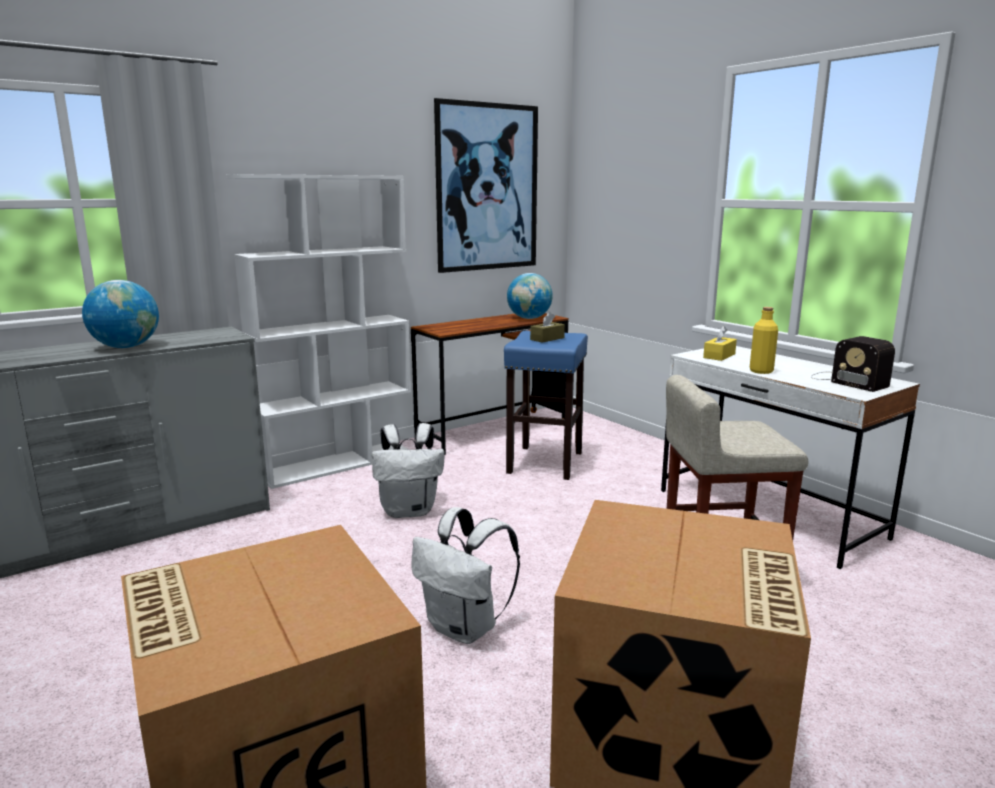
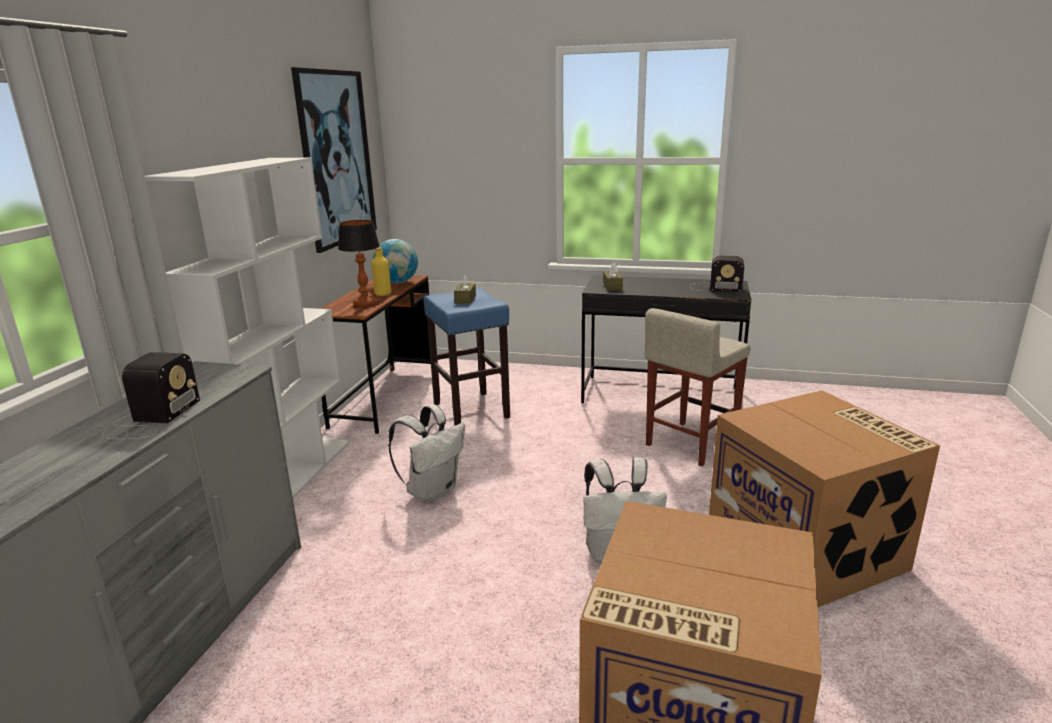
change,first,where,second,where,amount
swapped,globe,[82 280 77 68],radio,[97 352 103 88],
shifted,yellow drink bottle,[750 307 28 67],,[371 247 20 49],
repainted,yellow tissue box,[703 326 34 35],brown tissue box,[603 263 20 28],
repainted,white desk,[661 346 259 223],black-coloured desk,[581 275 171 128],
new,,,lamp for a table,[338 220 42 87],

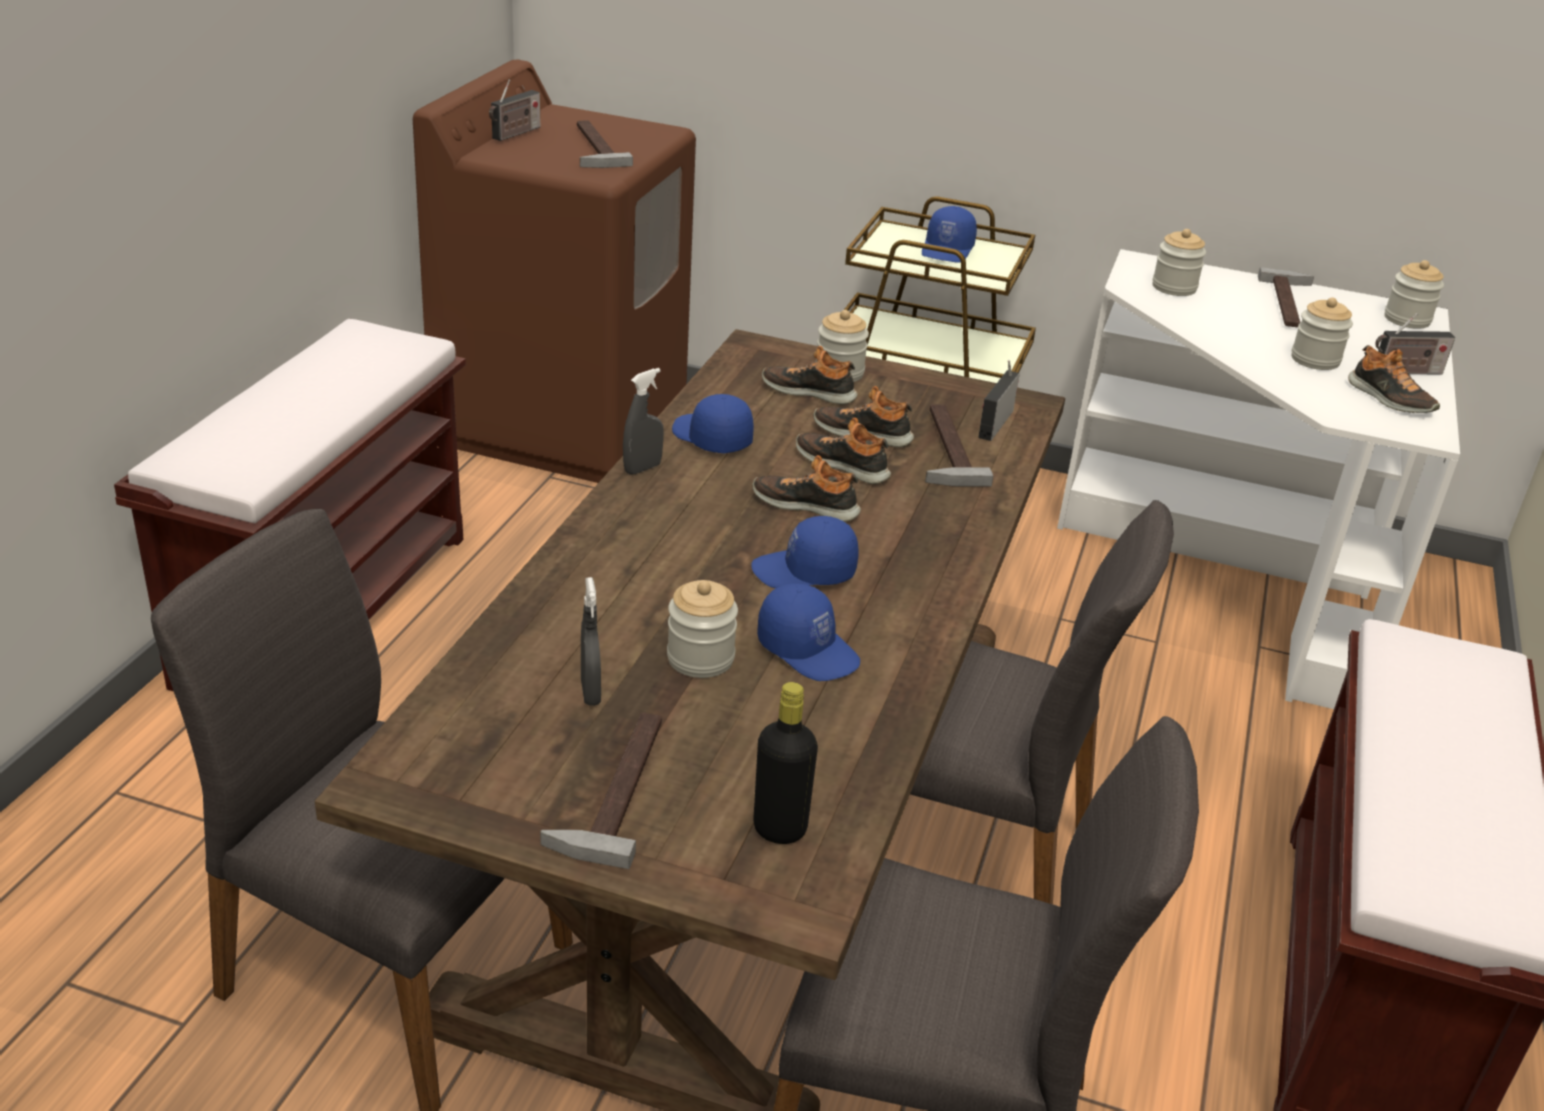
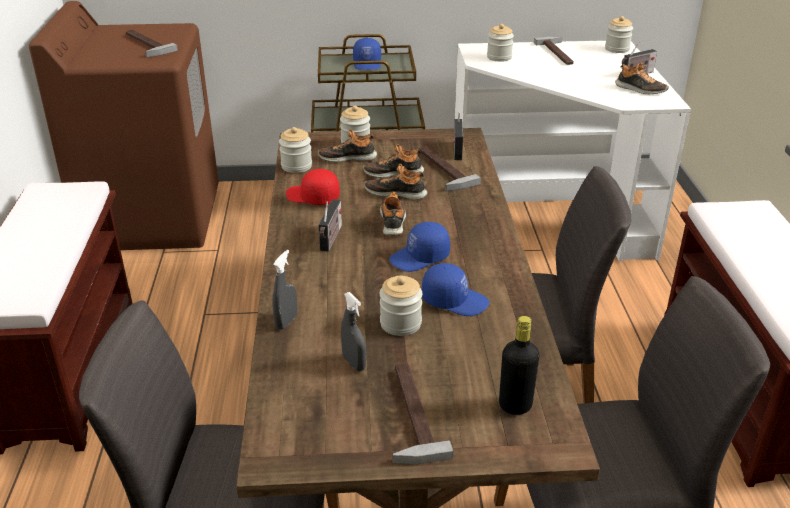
change,first,where,second,where,amount
shifted,radio,[489 79 51 62],,[318 199 24 53],
shifted,storage jar,[1291 298 62 72],,[279 127 33 46],
shifted,gray hand sprayer,[623 368 41 107],,[272 250 25 80],
repainted,bluish peaked cap,[672 394 82 60],red peaked cap,[286 169 54 36],
rotated,shoe,[753 455 108 67],,[380 192 26 44],90 degrees clockwise

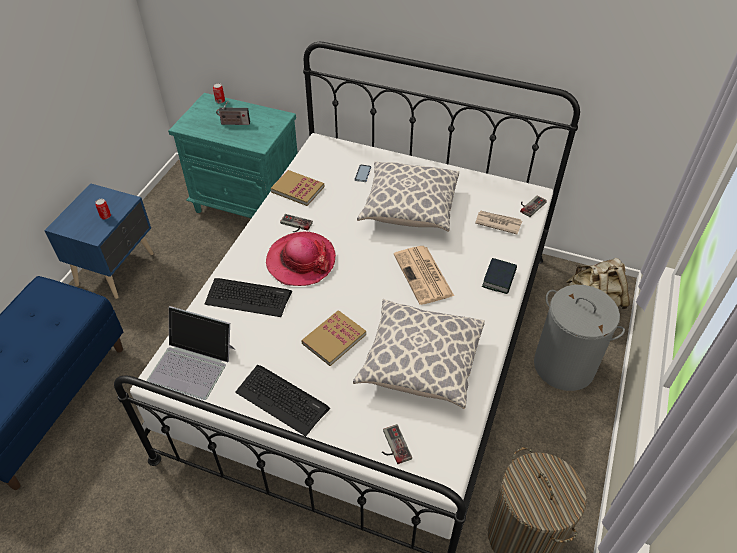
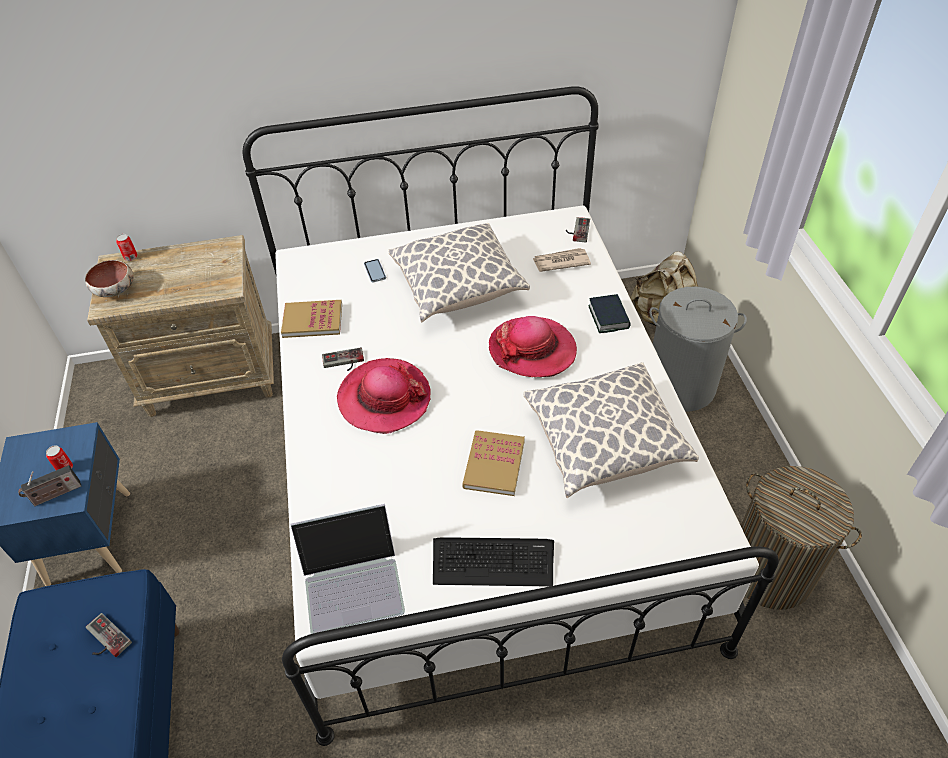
change,first,where,second,where,amount
repainted,turquoise-coloured night table,[168 93 130 125],beige-coloured night table,[87 235 187 182],
shifted,radio,[216 101 34 24],,[18 465 63 41],
swapped,daily paper,[394 246 60 59],hat,[489 316 88 61],
gone,PC keyboard,[205 278 87 39],,,
shifted,joypad,[382 424 30 40],,[86 613 46 44],
new,,,deep dish,[85 260 49 37],

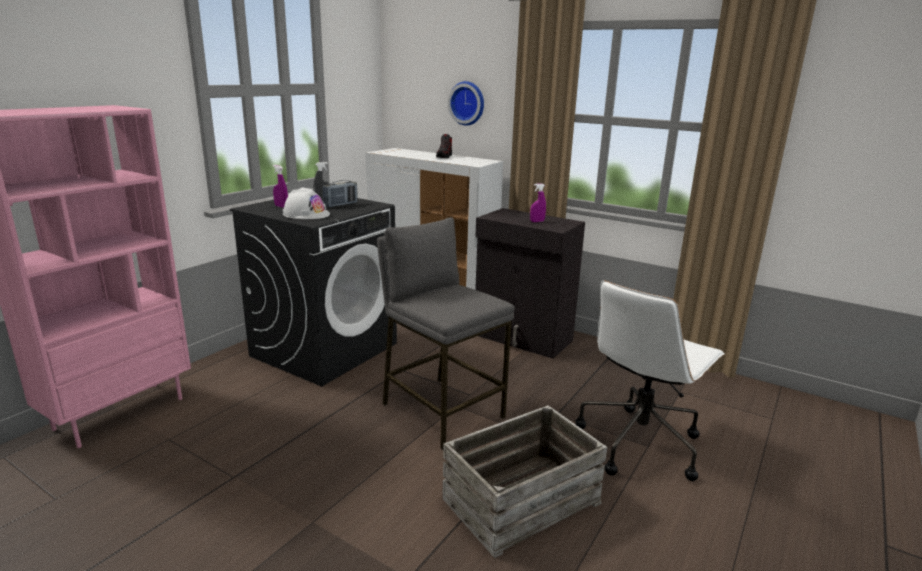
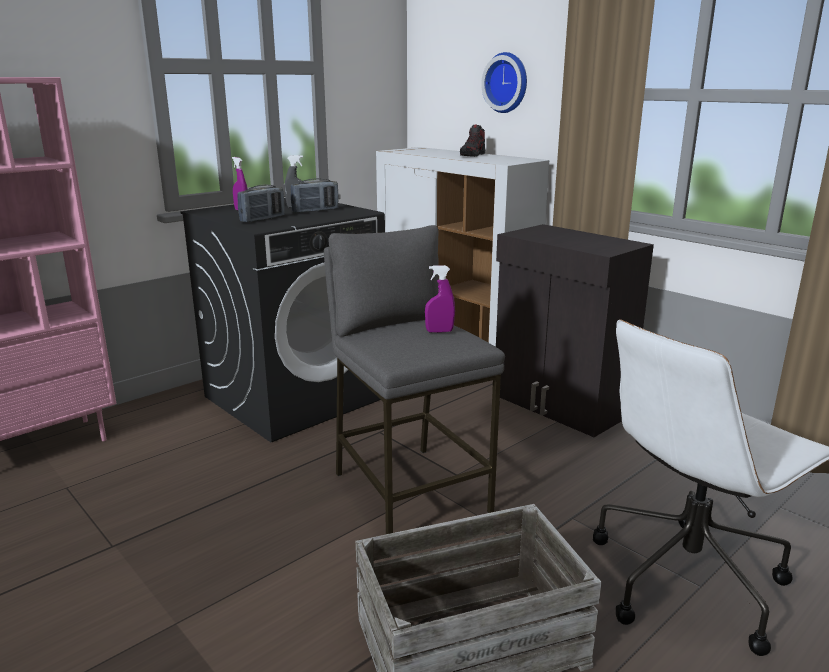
change,first,where,second,where,amount
shifted,purple hand sprayer,[530 183 16 39],,[425 265 30 68],
swapped,white safety helmet,[283 187 47 32],radio,[237 185 48 37],

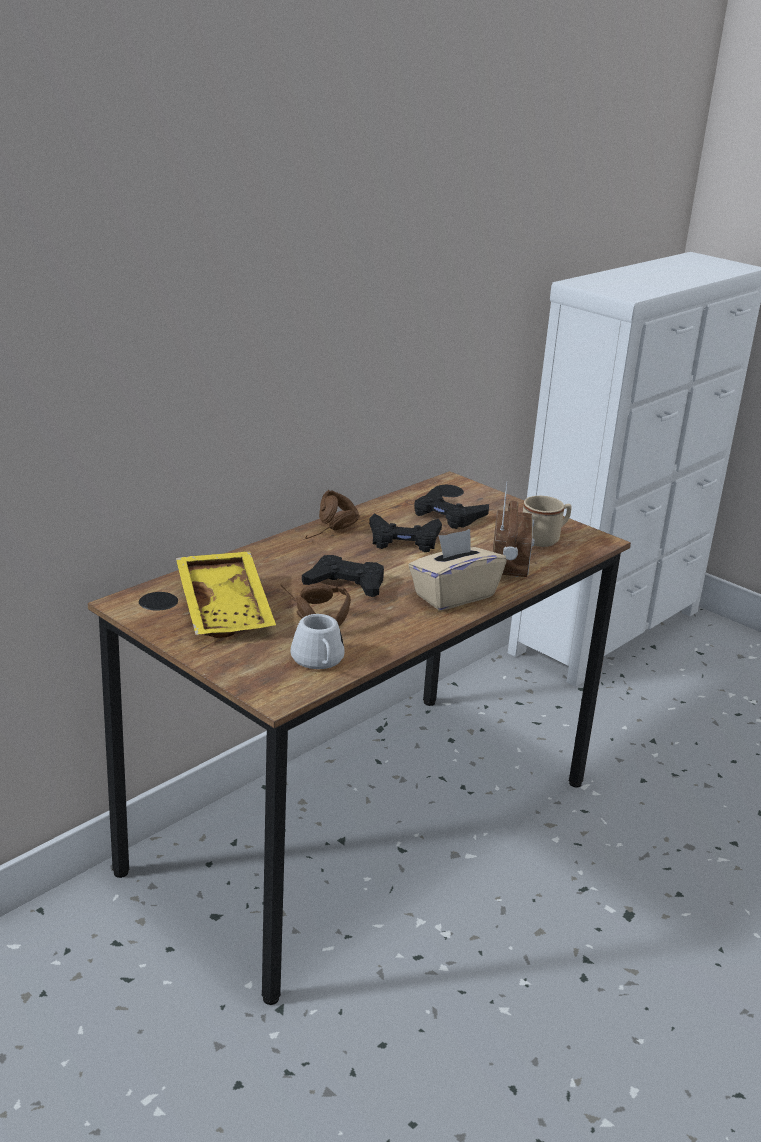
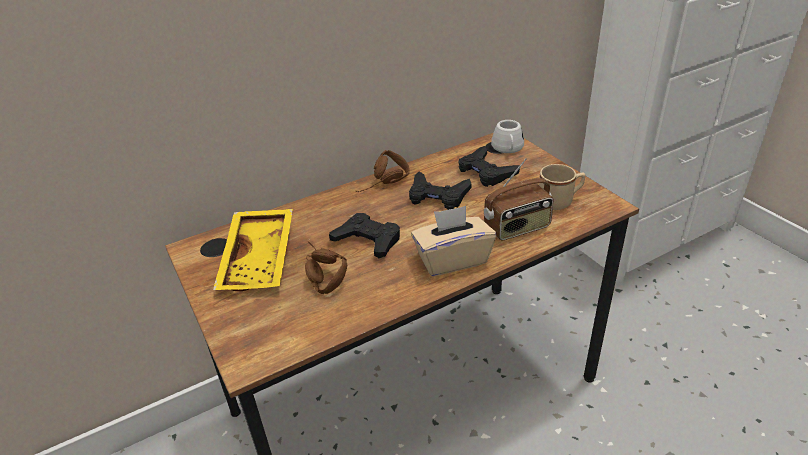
change,first,where,second,where,amount
rotated,radio,[493 482 41 95],,[484 158 70 83],45 degrees clockwise
shifted,white coffee mug,[290 614 54 55],,[491 120 33 33],

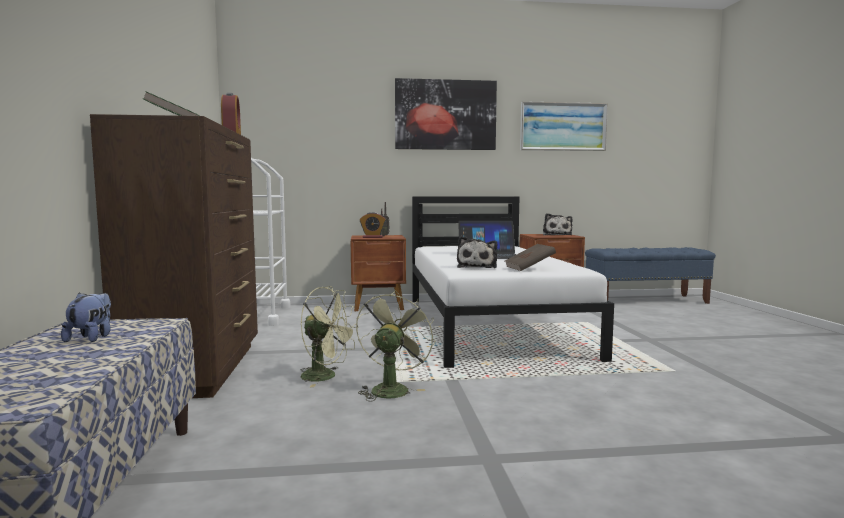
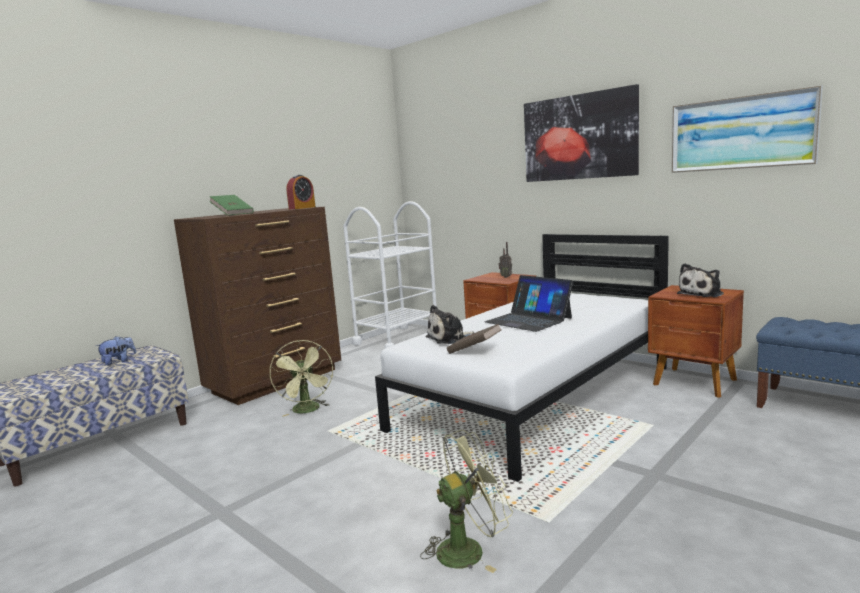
change,first,where,second,where,amount
gone,bedside clock,[360 212 26 26],,,
shifted,green fan,[356 290 79 112],,[420 430 93 143],

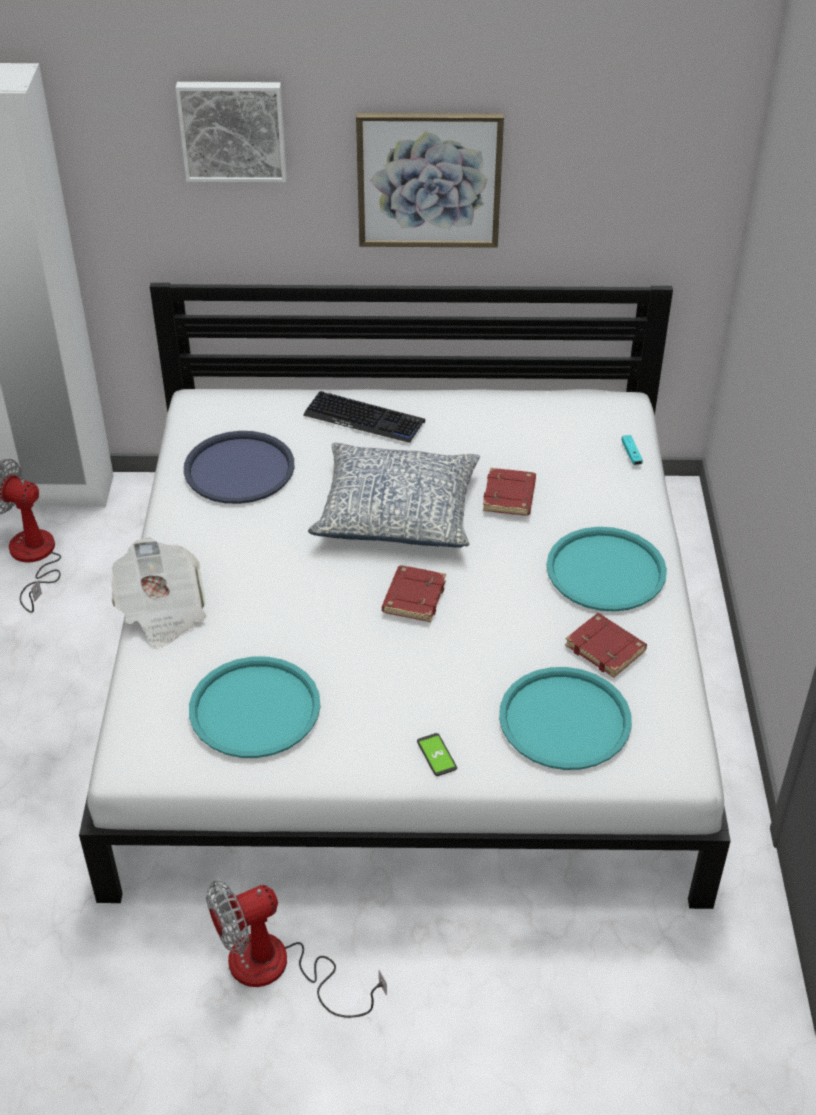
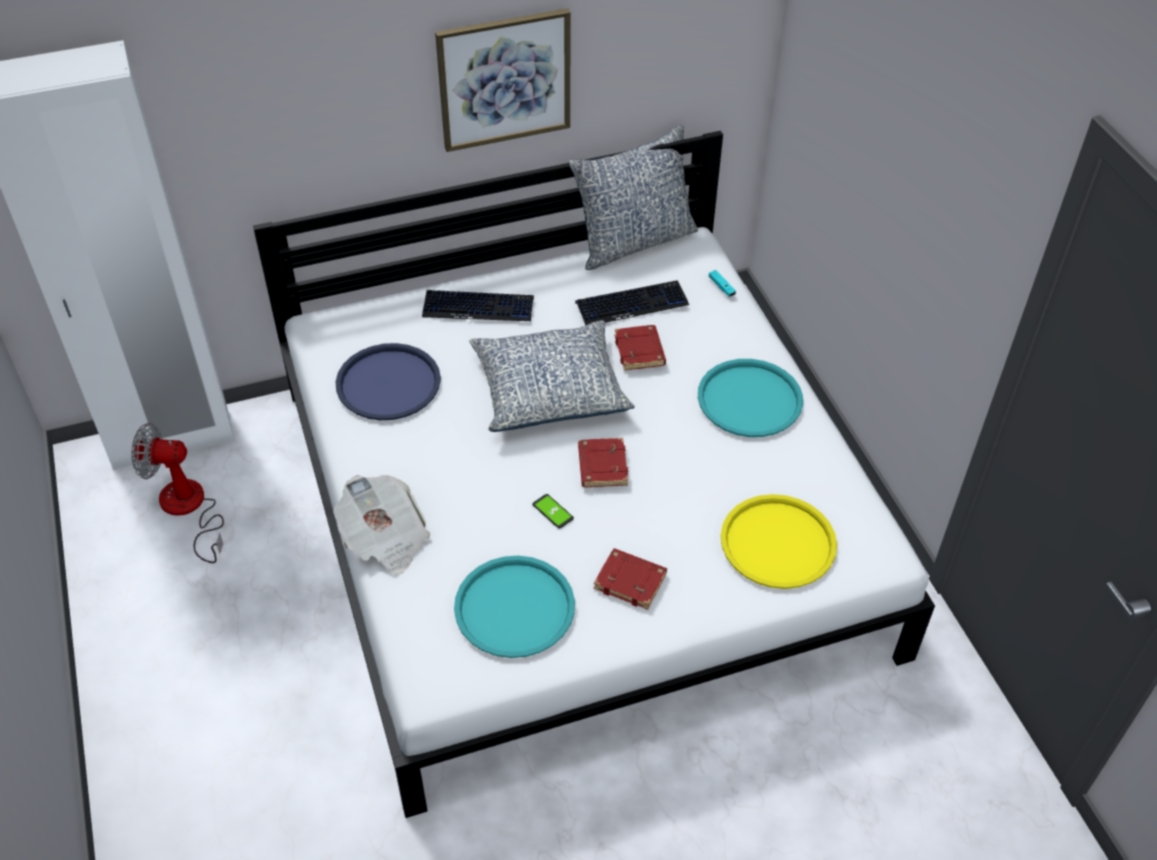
change,first,where,second,where,amount
gone,picture,[175 82 112 100],,,
shifted,red book,[565 613 82 65],,[593 548 74 62],
repainted,turquoise-coloured tray,[499 667 133 103],yellow tray,[721 494 116 95],
shifted,handset,[417 733 40 43],,[532 494 42 35],
gone,fan,[206 881 181 137],,,
new,,,cushion,[568 124 130 146],
new,,,PC keyboard,[575 280 114 45],

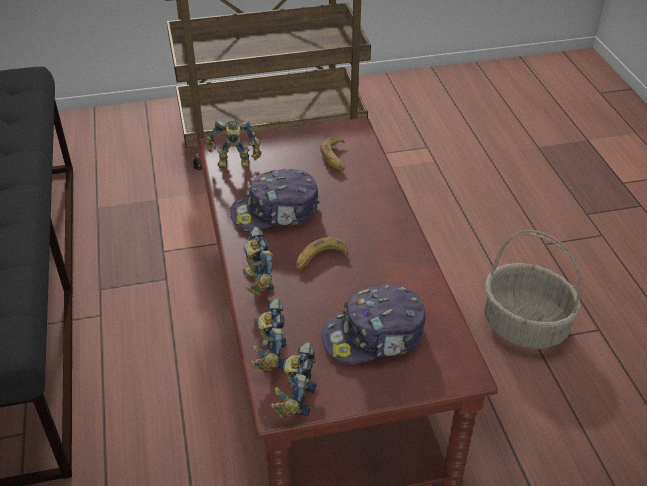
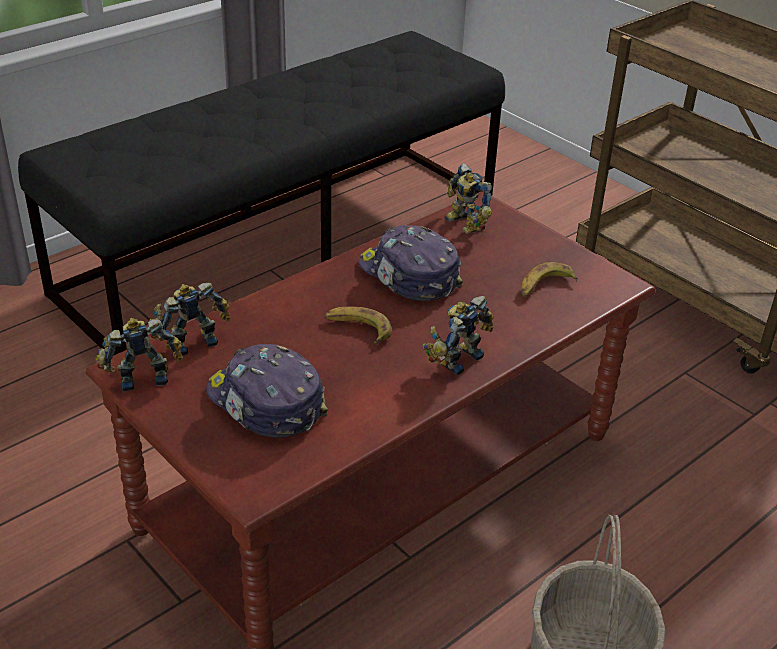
change,first,where,second,where,amount
shifted,robot figure,[243 227 31 69],,[422 296 72 79],

